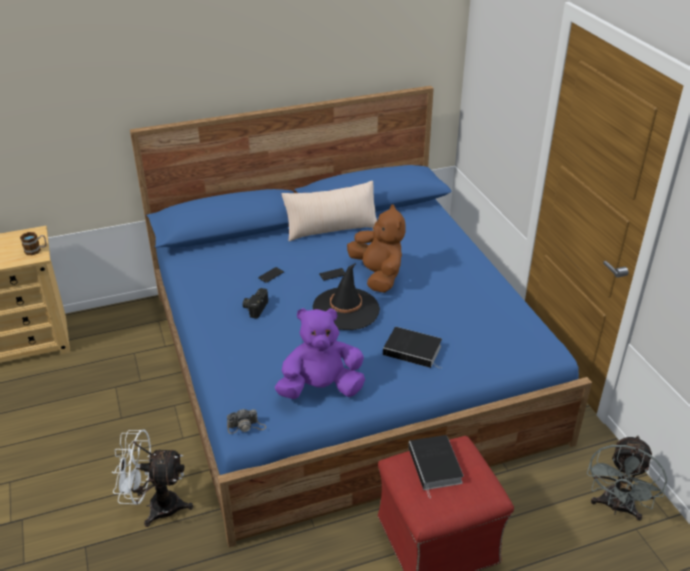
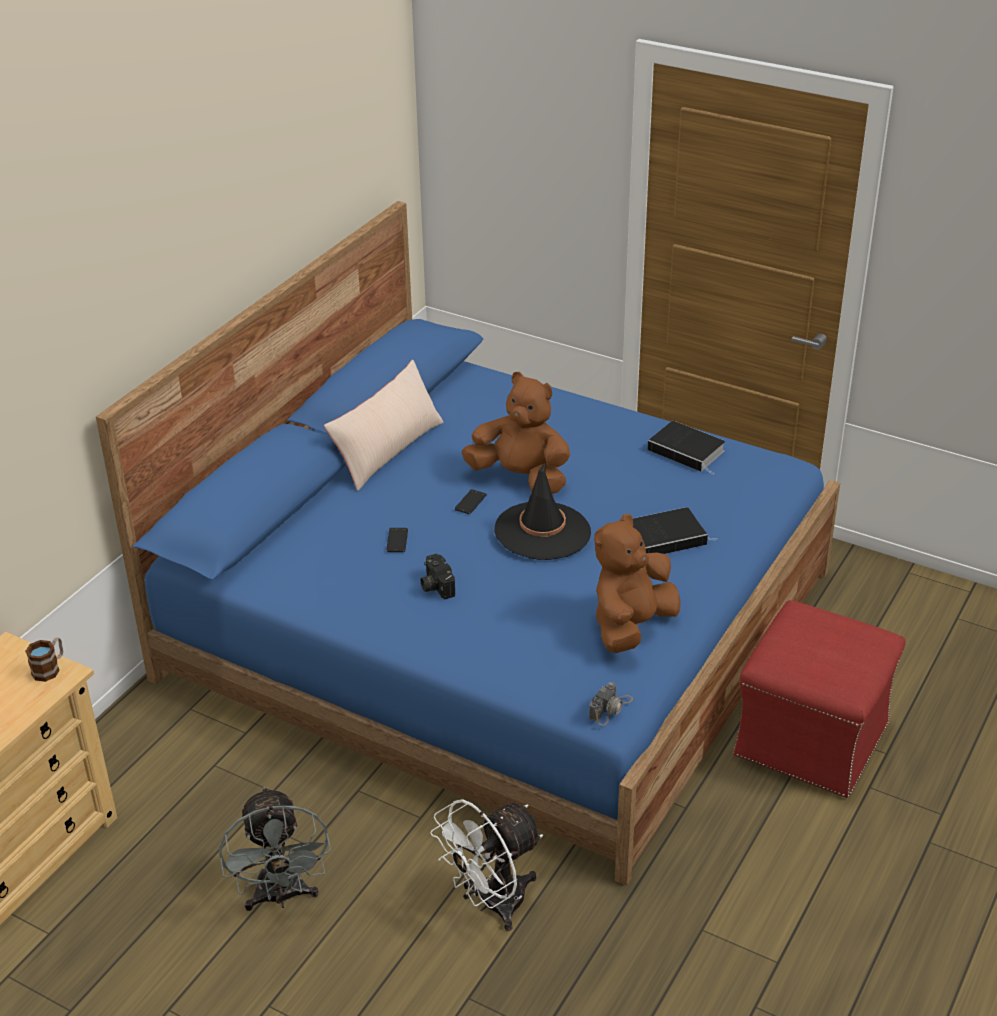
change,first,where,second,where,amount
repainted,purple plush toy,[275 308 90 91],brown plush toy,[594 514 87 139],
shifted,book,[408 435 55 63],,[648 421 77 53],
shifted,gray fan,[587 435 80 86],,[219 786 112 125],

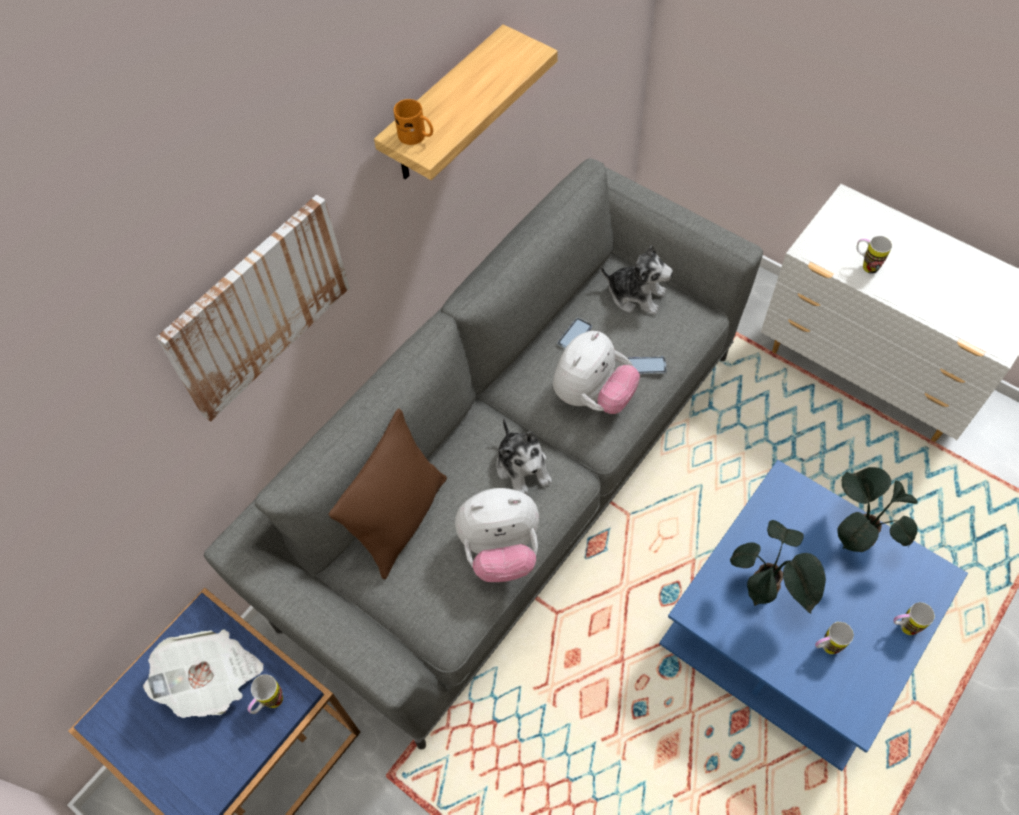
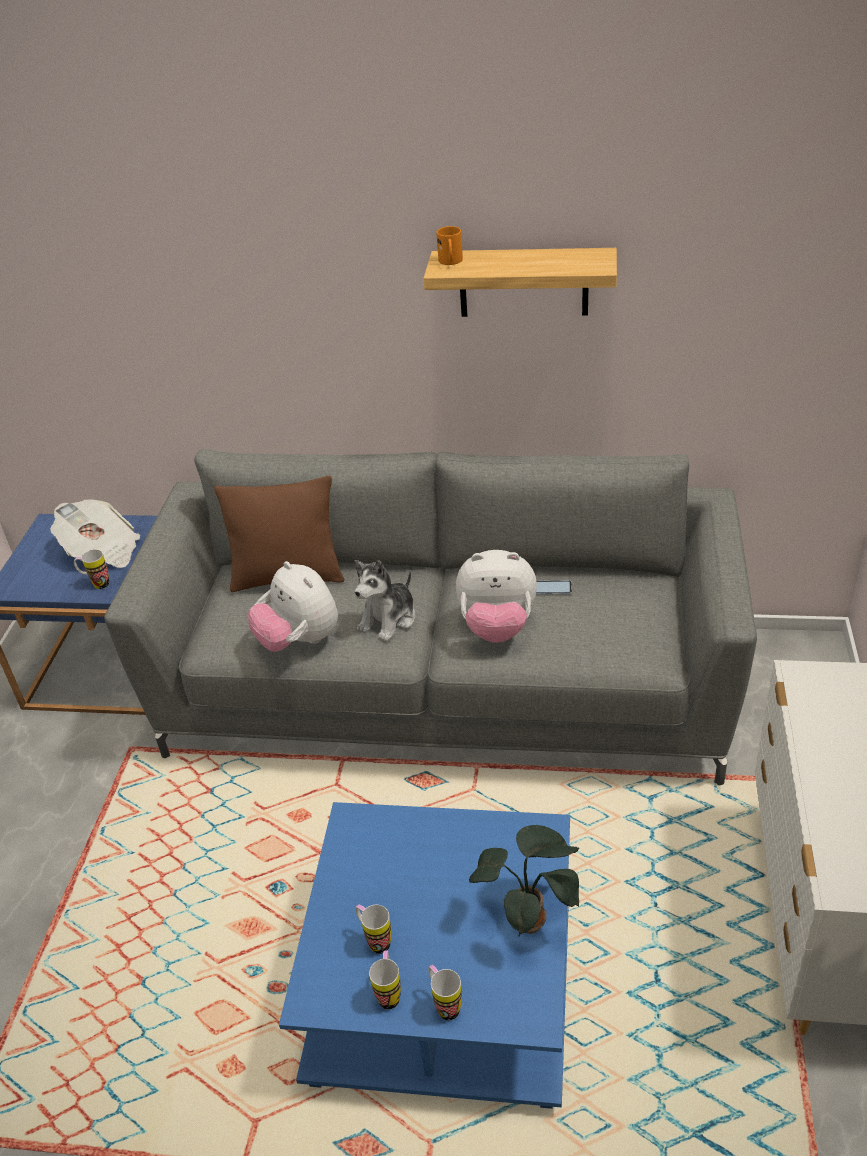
change,first,where,second,where,amount
gone,picture,[156 195 194 227],,,
shifted,coffee mug,[857 236 35 38],,[369 950 32 60],
gone,plush toy,[600 246 73 69],,,
gone,handset,[628 357 39 17],,,
gone,plant in a pot,[730 520 96 94],,,

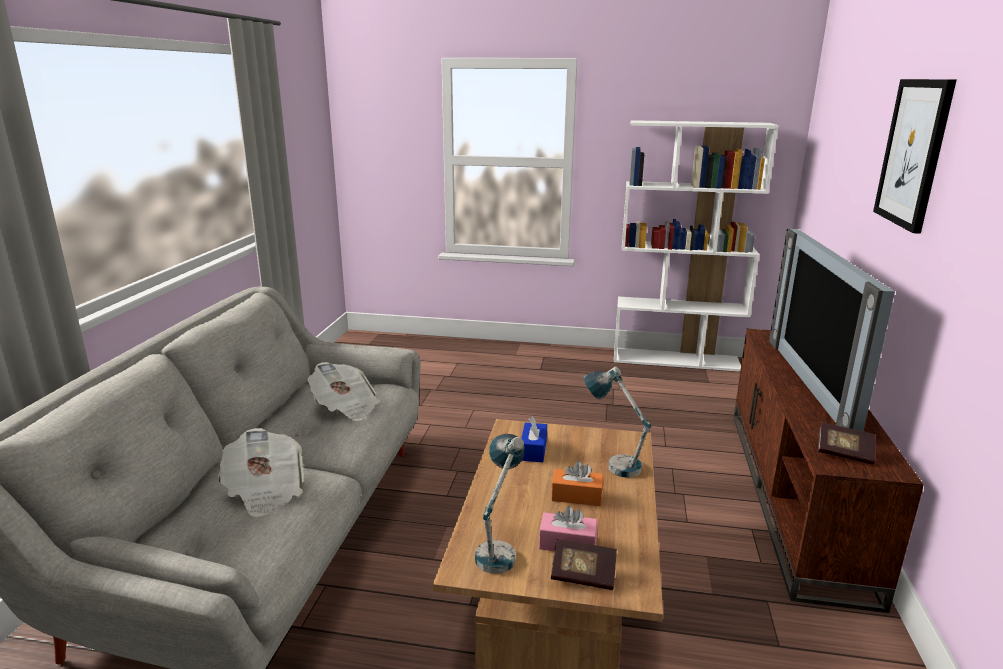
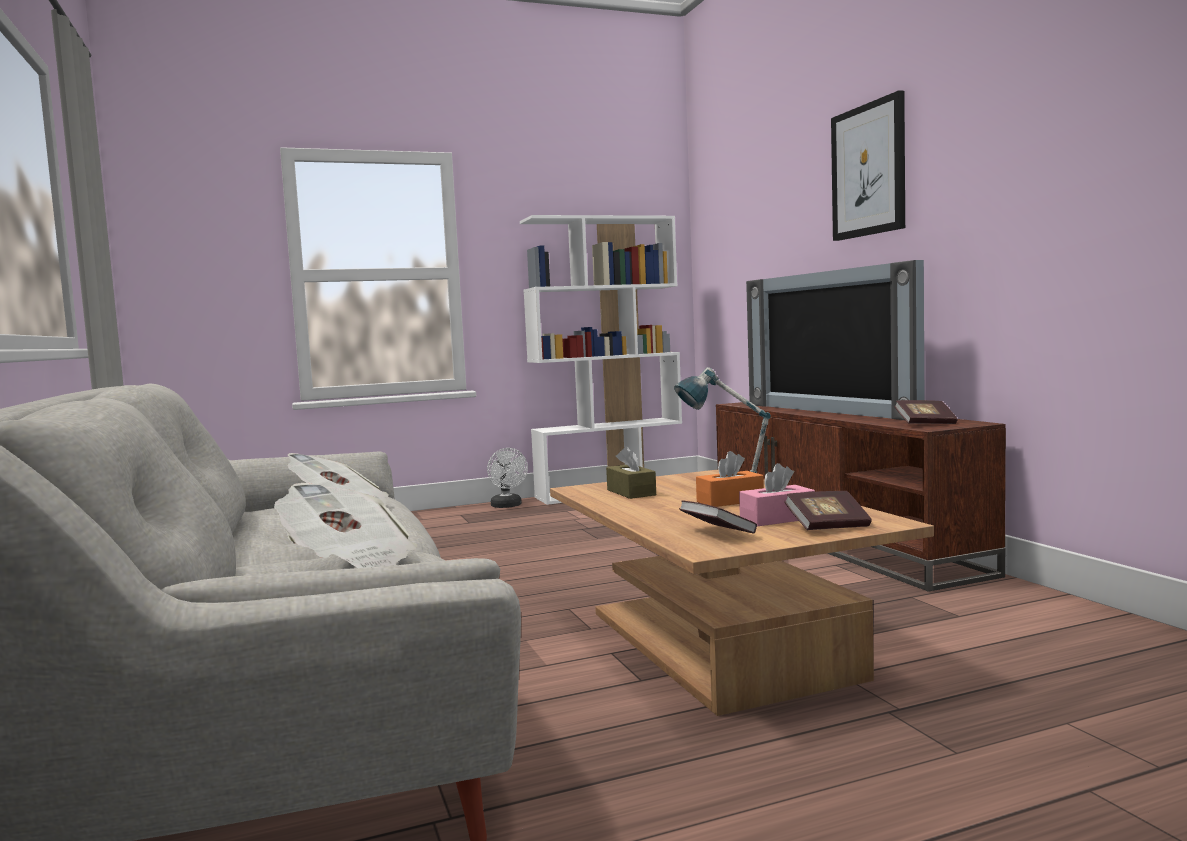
change,first,where,second,where,amount
repainted,bluish tissue box,[521 416 26 46],brown tissue box,[606 446 50 53],
swapped,lamp for a table,[475 434 50 140],book,[679 500 78 34],
new,,,white fan,[487 448 41 60],

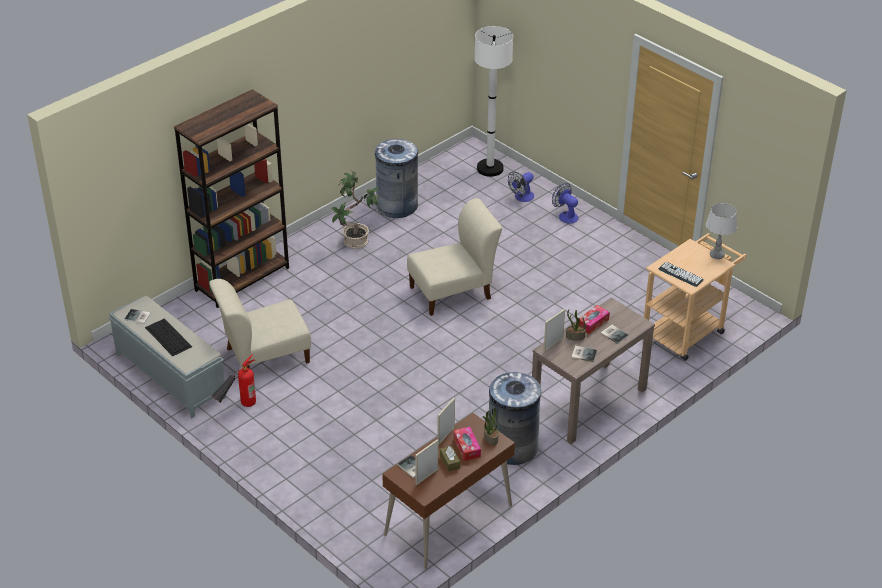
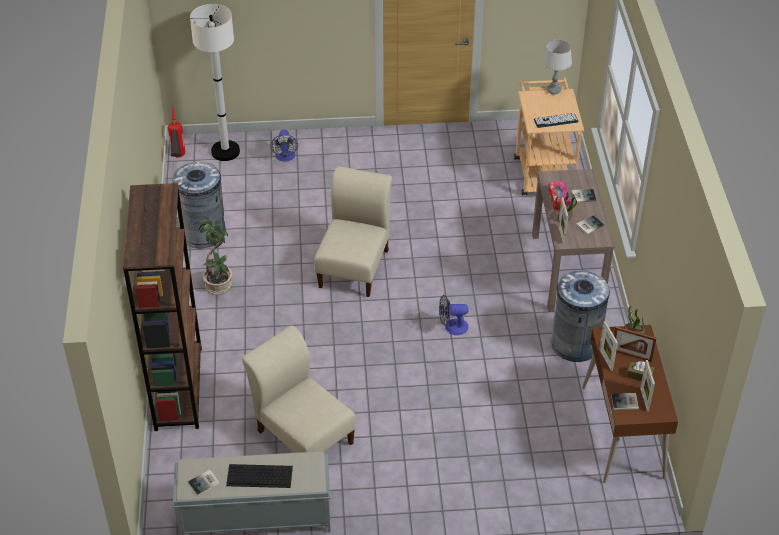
change,first,where,second,where,amount
shifted,fan,[552 183 27 41],,[439 294 29 41],
rotated,beige-coloured upright chair,[209 279 102 90],,[242 325 114 128],120 degrees clockwise
shifted,extinguisher,[212 354 44 53],,[168 107 17 50],
swapped,tissue box,[454 427 27 34],picture frame,[614 327 43 35],

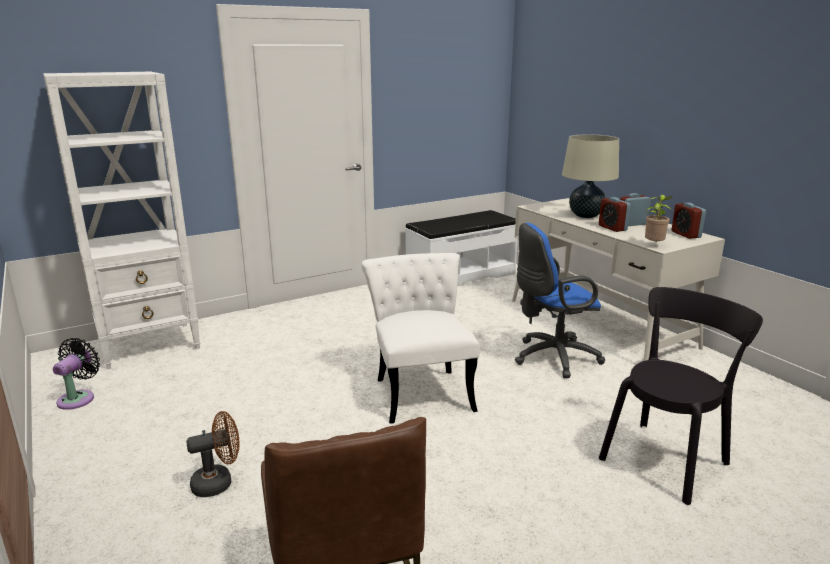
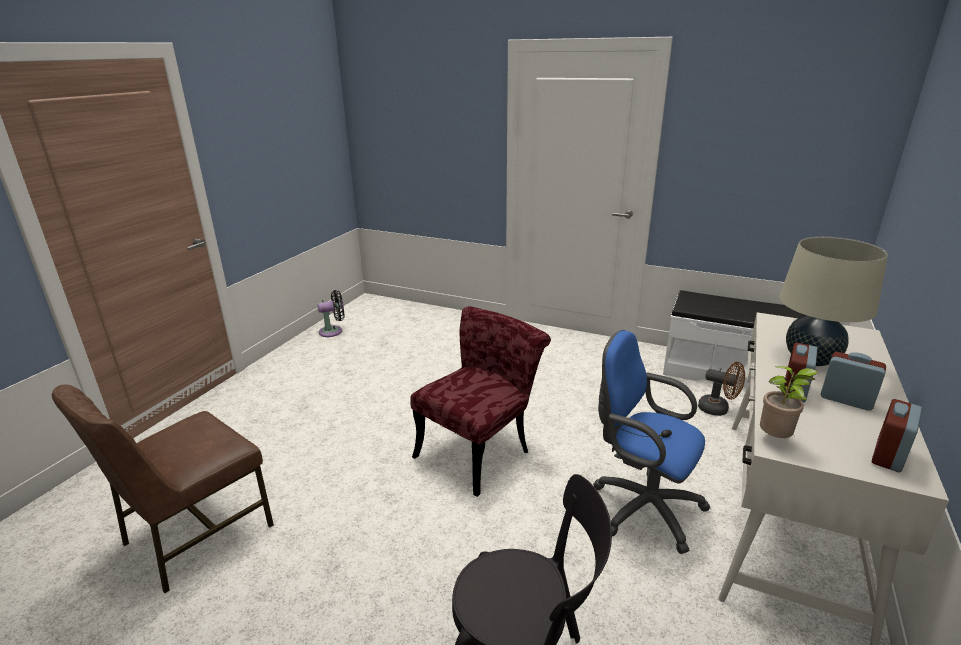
change,first,where,second,where,amount
gone,white shelving unit,[43 72 157 297],,,
repainted,white upright chair,[361 253 119 171],red upright chair,[410 306 141 191],
shifted,brown fan,[186 411 53 86],,[698 362 47 54],

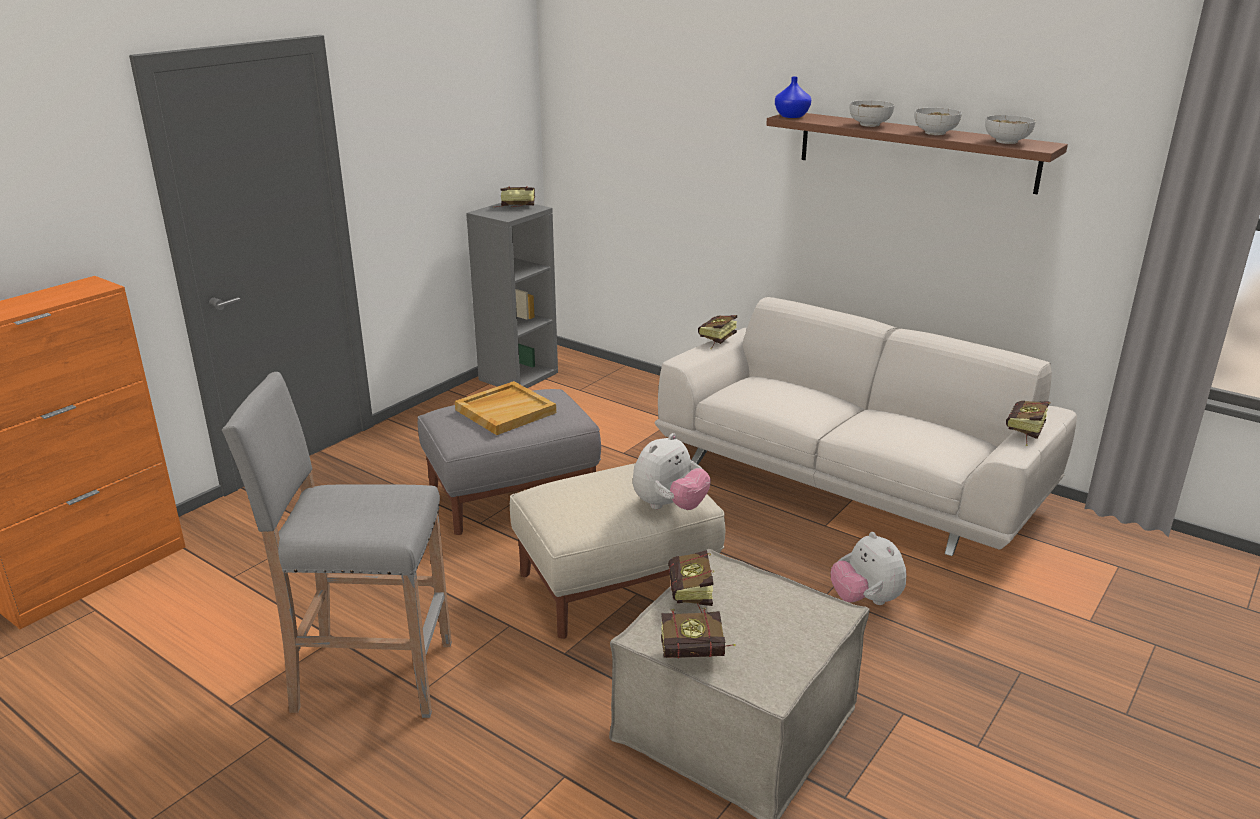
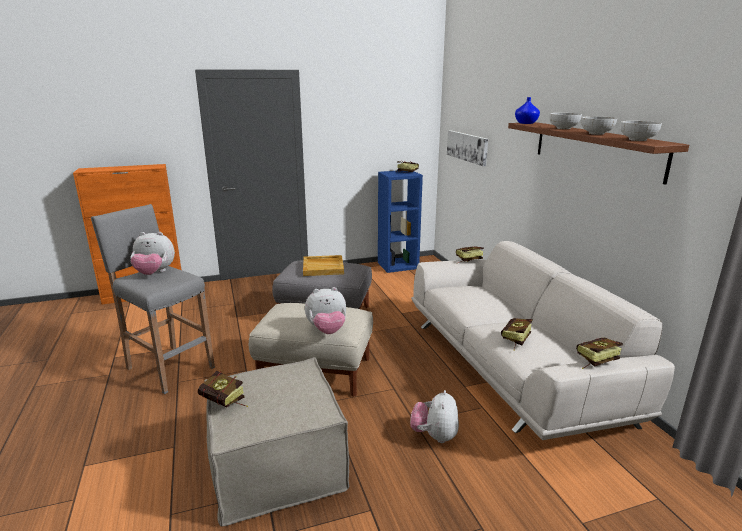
change,first,where,second,where,amount
repainted,gray shelving unit,[466 203 92 185],bluish shelving unit,[378 171 45 102],
shifted,book,[668 550 46 63],,[501 318 31 33],
new,,,picture,[447 130 41 36],
new,,,plush toy,[130 232 45 43],

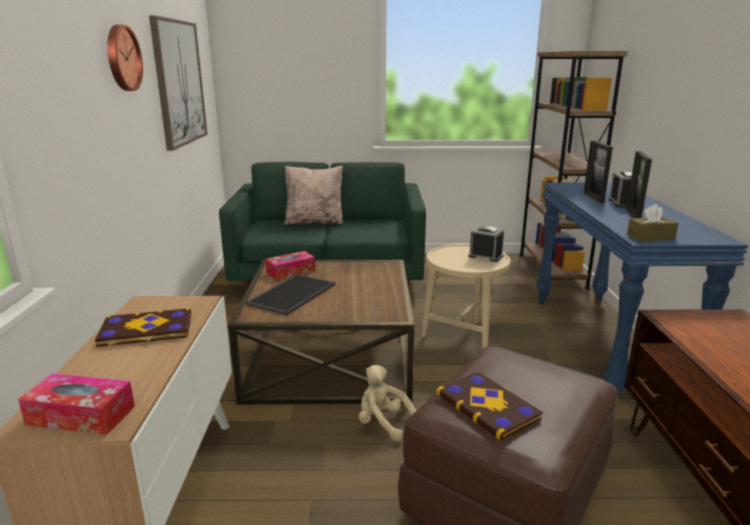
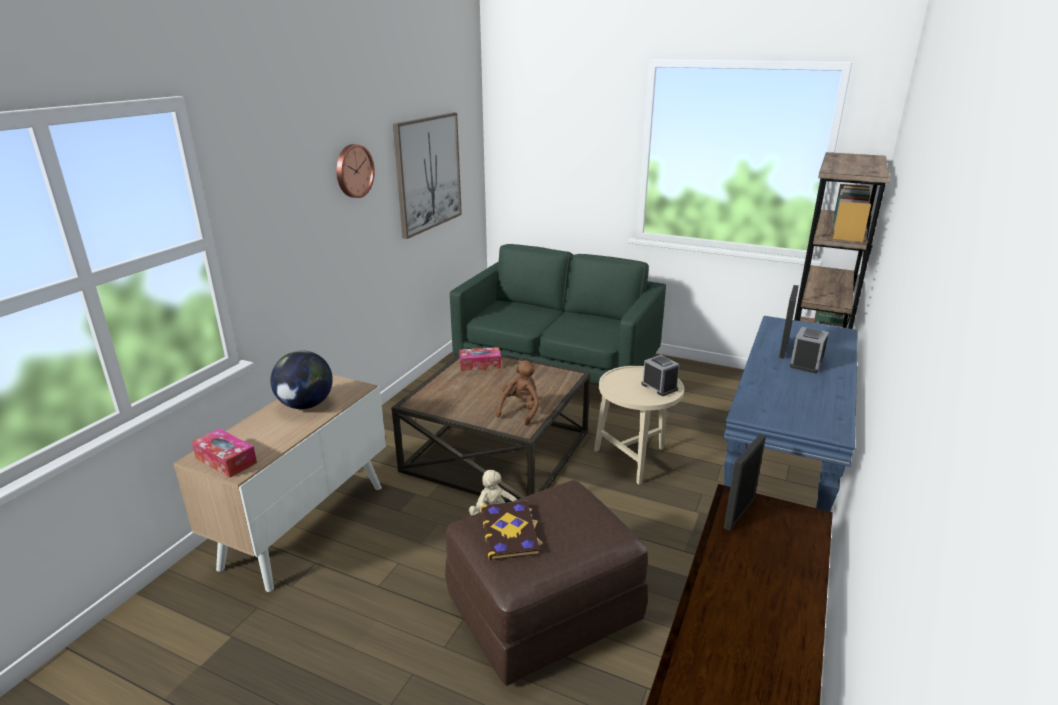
change,first,where,second,where,amount
shifted,picture frame,[626 151 26 67],,[724 434 42 97],
gone,beige-coloured cushion,[284 166 59 59],,,
gone,brown tissue box,[627 204 52 37],,,
gone,tray,[246 274 89 41],,,
swapped,book,[95 308 96 39],globe,[270 350 63 59],
new,,,brown plush toy,[496 360 44 65],

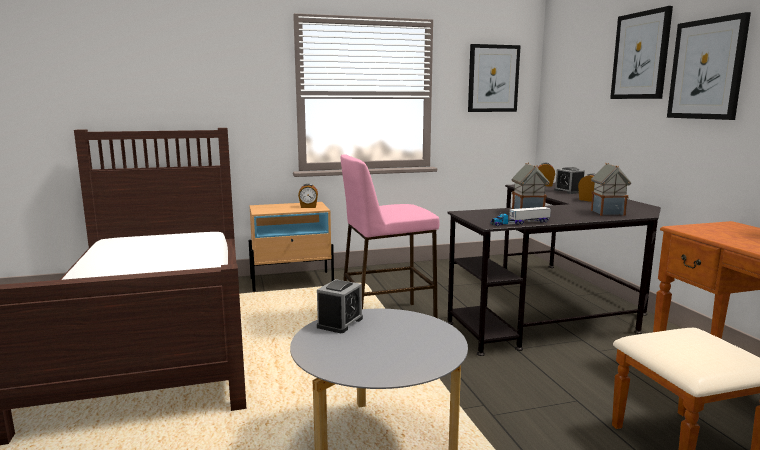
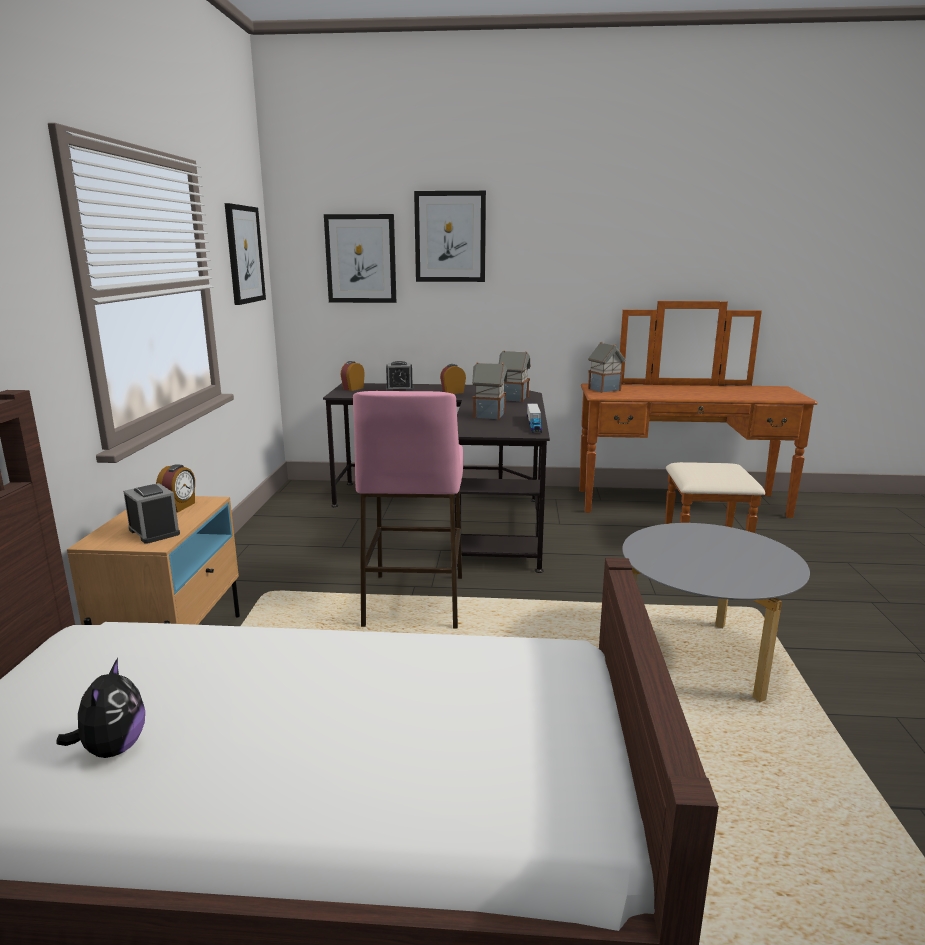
change,first,where,second,where,amount
shifted,picture,[667 12 84 108],,[324 214 72 89],
shifted,bedside clock,[317 279 46 54],,[123 483 57 61],
new,,,model house,[588 342 37 51],
new,,,plush toy,[56 658 89 100],

